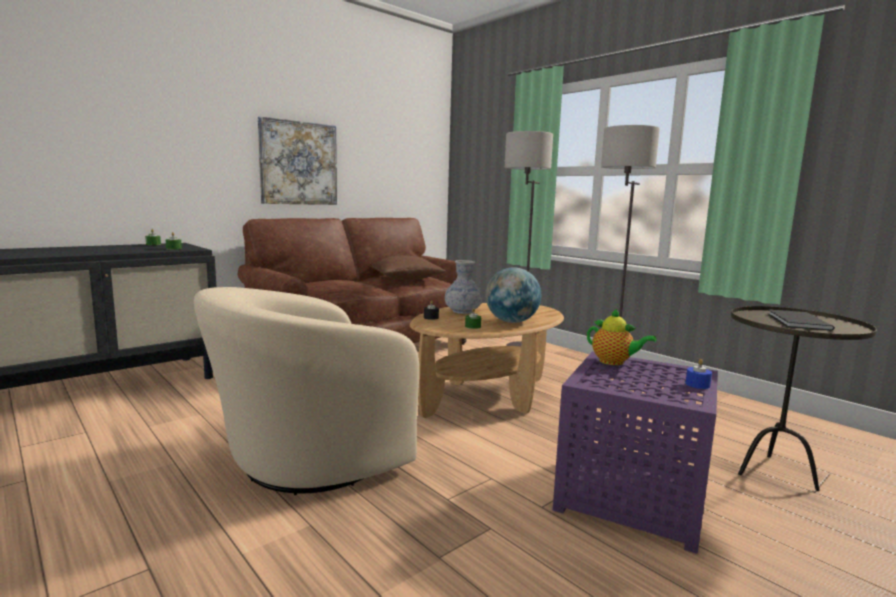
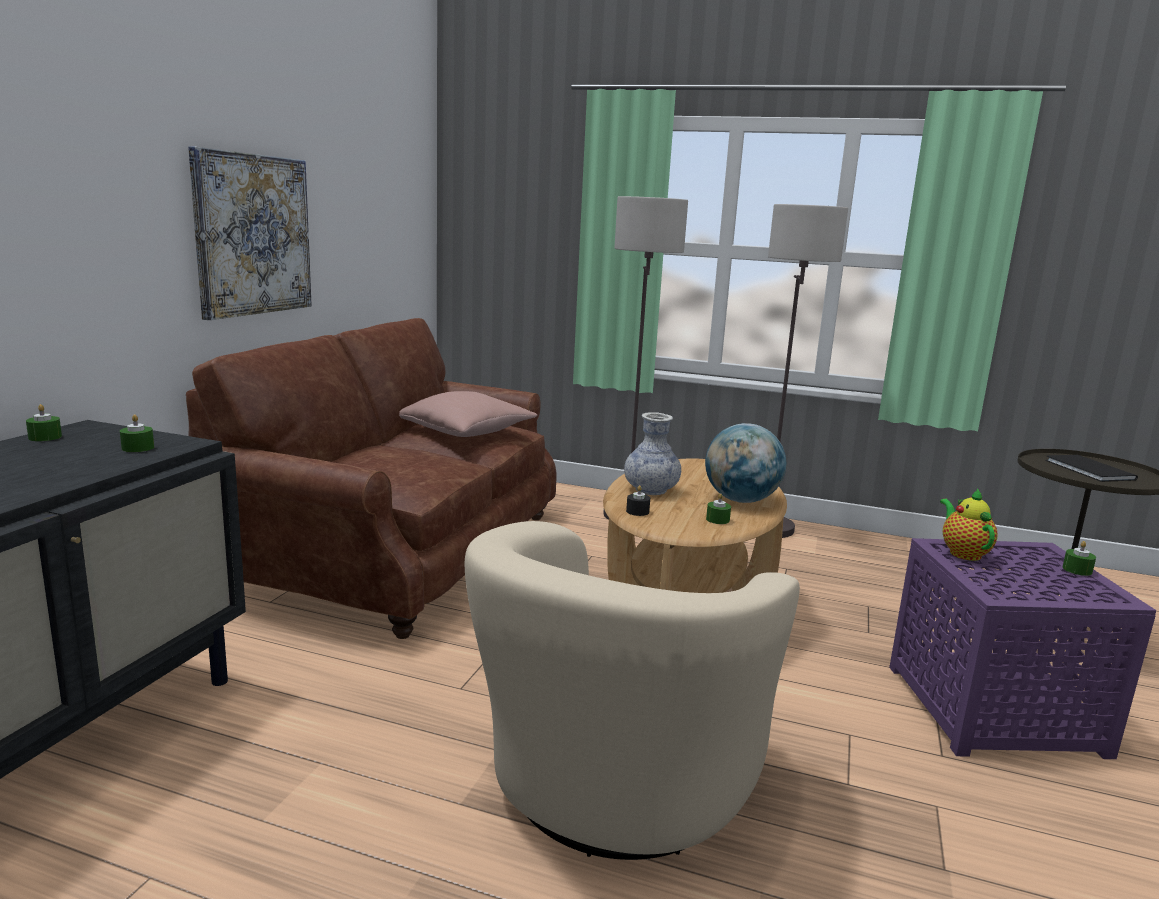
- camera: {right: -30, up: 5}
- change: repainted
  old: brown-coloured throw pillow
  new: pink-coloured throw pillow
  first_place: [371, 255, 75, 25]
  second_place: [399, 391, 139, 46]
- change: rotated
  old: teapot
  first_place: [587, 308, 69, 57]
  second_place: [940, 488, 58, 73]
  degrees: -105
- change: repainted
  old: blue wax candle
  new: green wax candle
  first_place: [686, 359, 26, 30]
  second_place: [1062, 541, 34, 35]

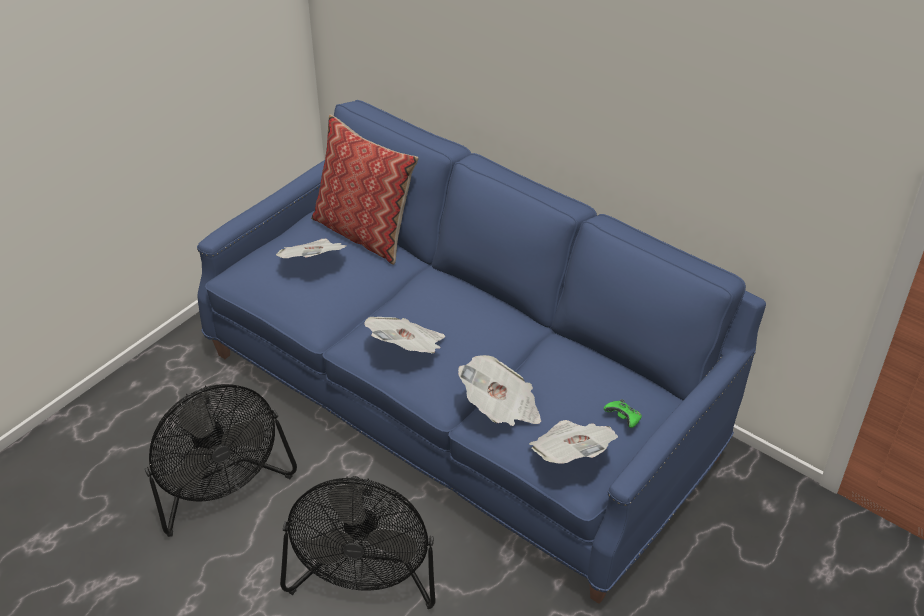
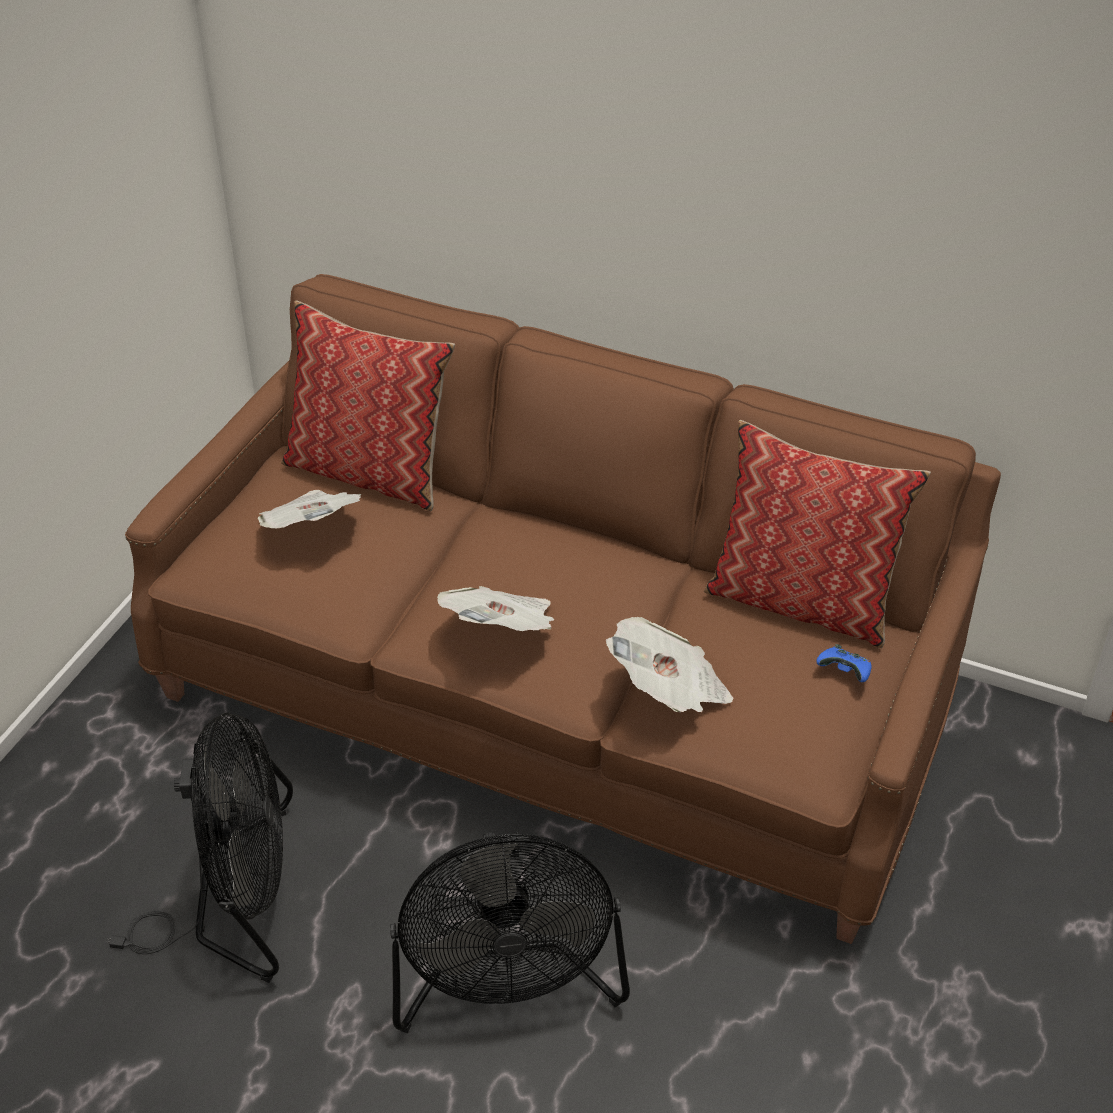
- camera: {right: -15, up: 0}
- change: repainted
  old: blue sofa
  new: brown-coloured sofa
  first_place: [197, 100, 569, 504]
  second_place: [125, 274, 876, 670]
- change: rotated
  old: blackish cooling fan
  first_place: [145, 384, 152, 153]
  second_place: [106, 712, 187, 271]
  degrees: -45
- change: repainted
  old: green game controller
  new: blue game controller
  first_place: [604, 399, 38, 29]
  second_place: [816, 644, 55, 38]
- change: gone
  old: newspaper
  first_place: [529, 420, 89, 44]
- change: new
  new: throw pillow
  second_place: [704, 420, 227, 228]

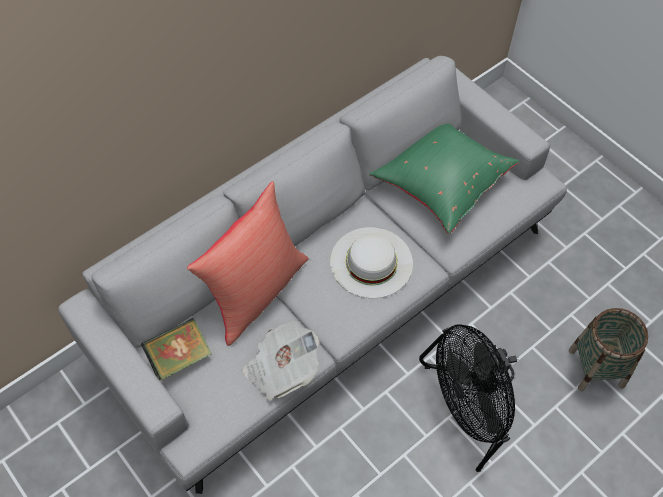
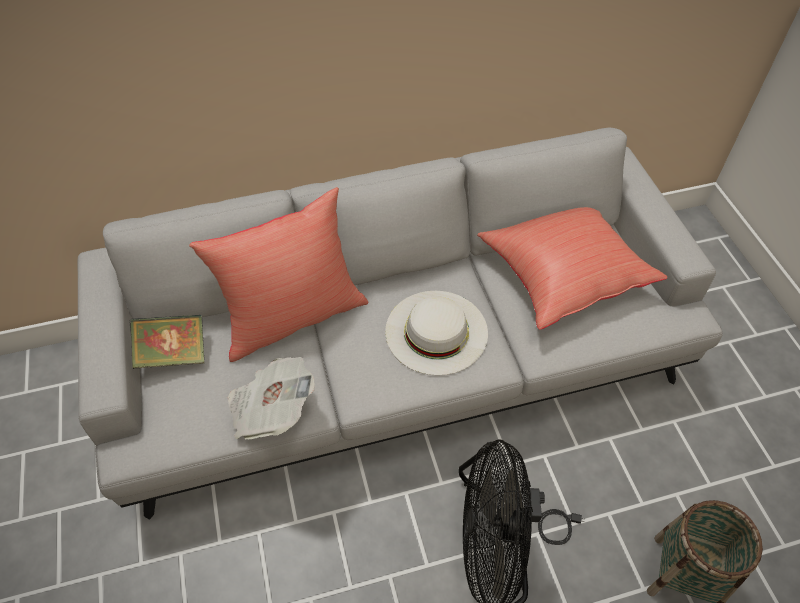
- camera: {right: 25, up: -5}
- change: repainted
  old: green throw pillow
  new: red-coloured throw pillow
  first_place: [369, 124, 150, 110]
  second_place: [477, 207, 190, 123]

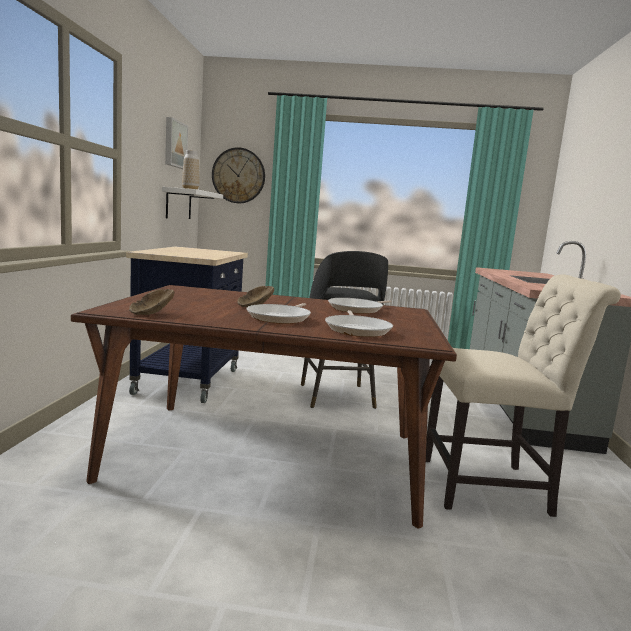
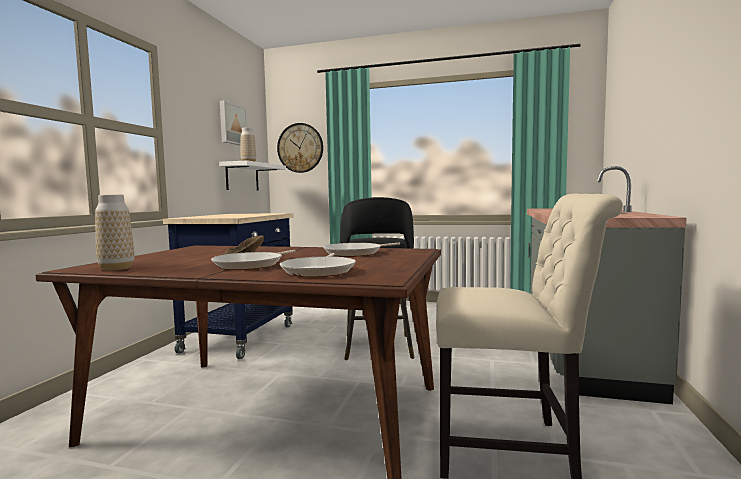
- camera: {right: 10, up: -5}
- change: swapped
  old: brown-coloured deep dish
  new: decorative vase
  first_place: [129, 289, 46, 26]
  second_place: [95, 195, 40, 76]

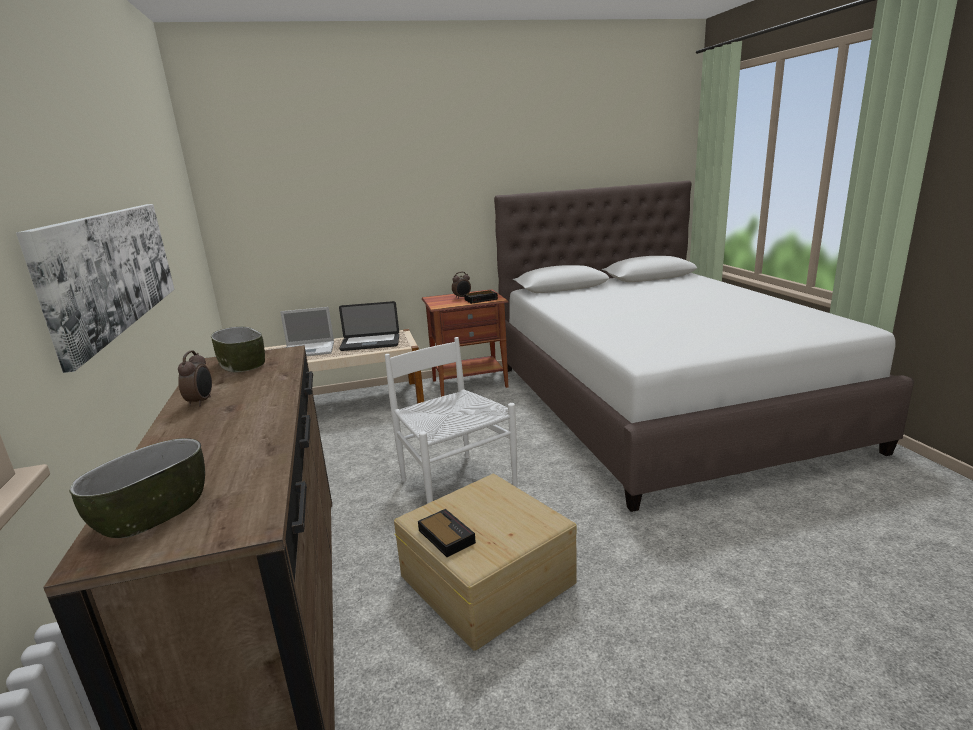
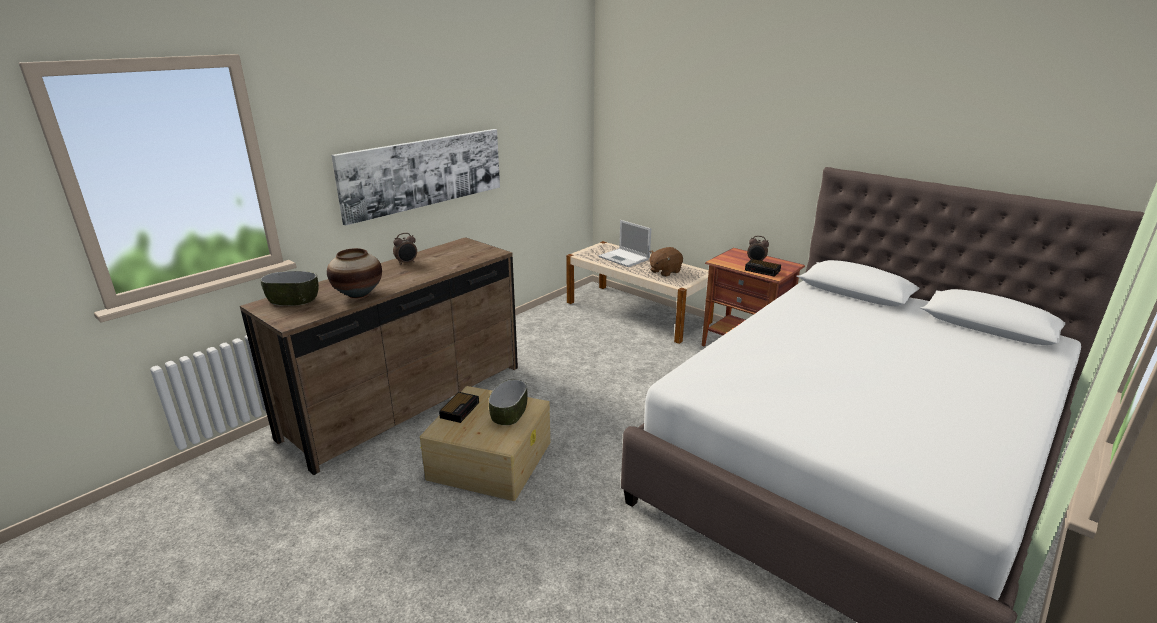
- camera: {right: 55, up: 5}
- change: swapped
  old: portable computer
  new: brown-coloured cuddly toy
  first_place: [339, 301, 60, 50]
  second_place: [650, 247, 33, 30]
- change: shifted
  old: deep dish
  first_place: [211, 327, 54, 45]
  second_place: [489, 379, 39, 46]
- change: gone
  old: white-coloured upright chair
  first_place: [385, 337, 132, 167]
- change: new
  new: decorative vase
  second_place: [327, 248, 55, 50]

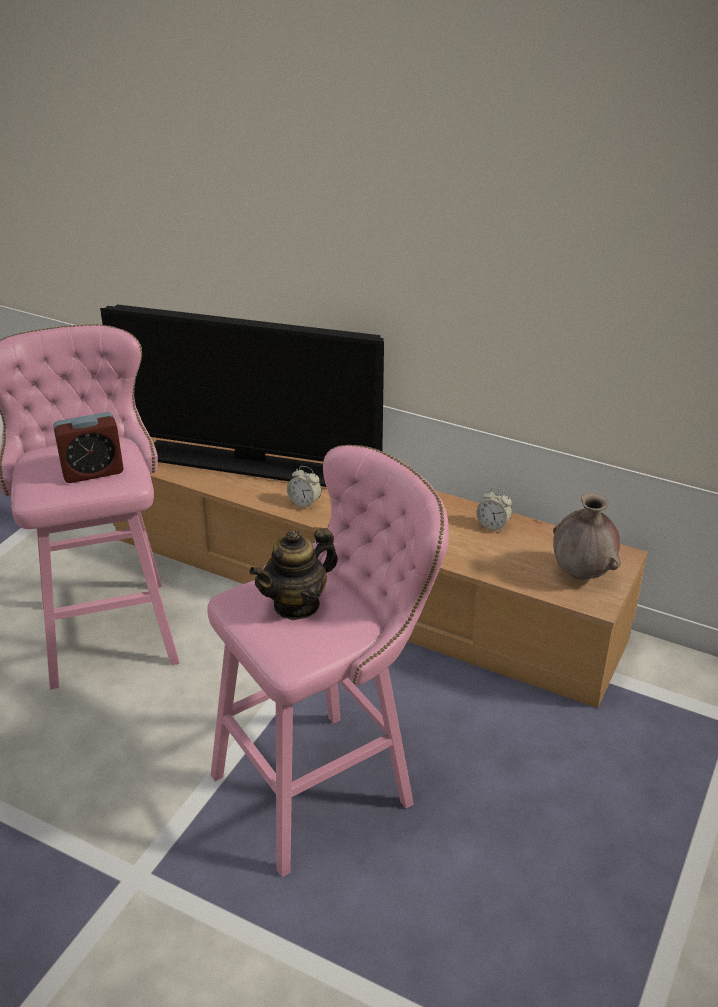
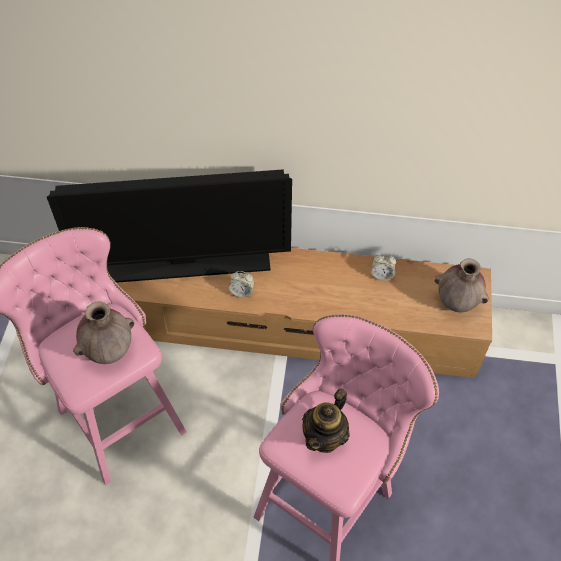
- camera: {right: -20, up: 20}
- change: swapped
  old: alarm clock
  new: brown-coloured decorative vase
  first_place: [53, 412, 71, 71]
  second_place: [73, 302, 62, 62]

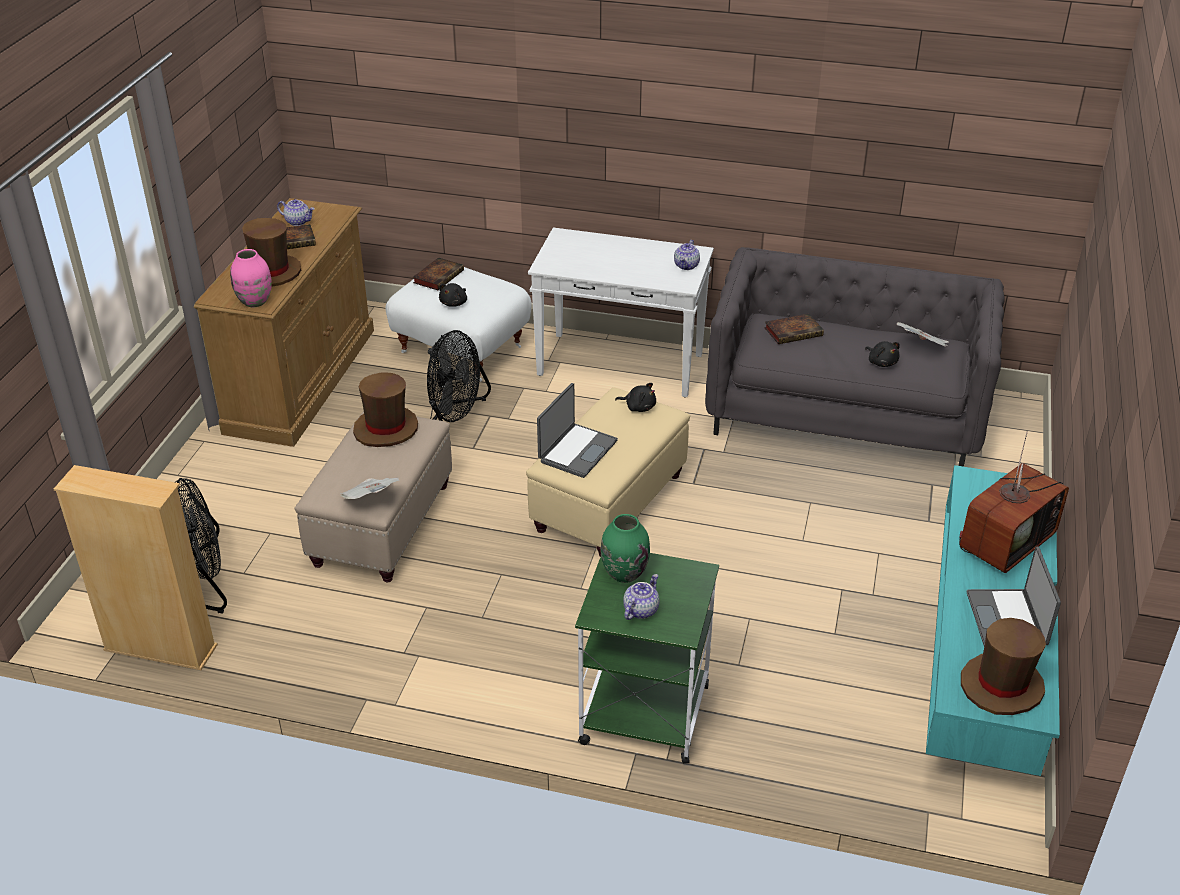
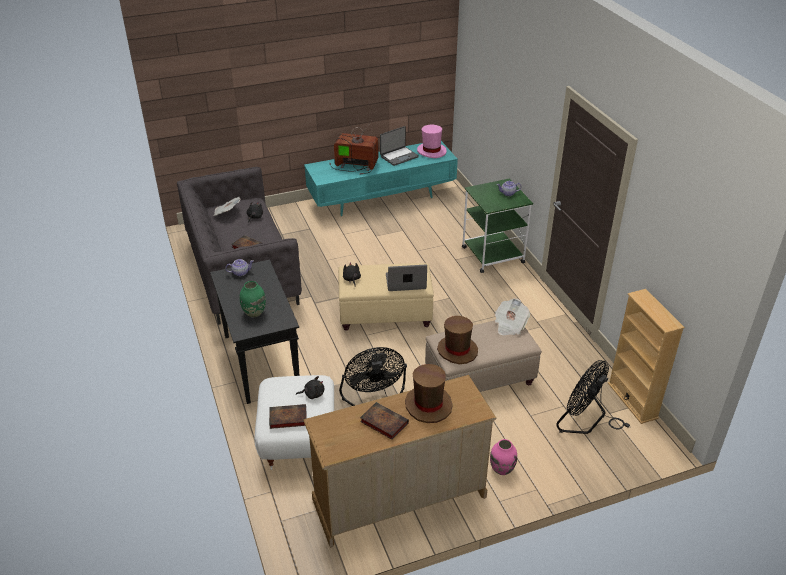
- camera: {right: -125, up: 0}
- change: gone
  old: teapot
  first_place: [277, 199, 37, 27]
- change: repainted
  old: white-coloured hall table
  new: blackish hall table
  first_place: [528, 228, 186, 170]
  second_place: [210, 260, 90, 144]
- change: shifted
  old: pink-coloured decorative vase
  first_place: [230, 249, 42, 58]
  second_place: [490, 439, 27, 36]
- change: shifted
  old: green decorative vase
  first_place: [601, 514, 49, 69]
  second_place: [240, 281, 26, 36]
- change: repainted
  old: brown-coloured wearable hat
  new: pink-coloured wearable hat
  first_place: [961, 618, 85, 97]
  second_place: [417, 125, 30, 33]

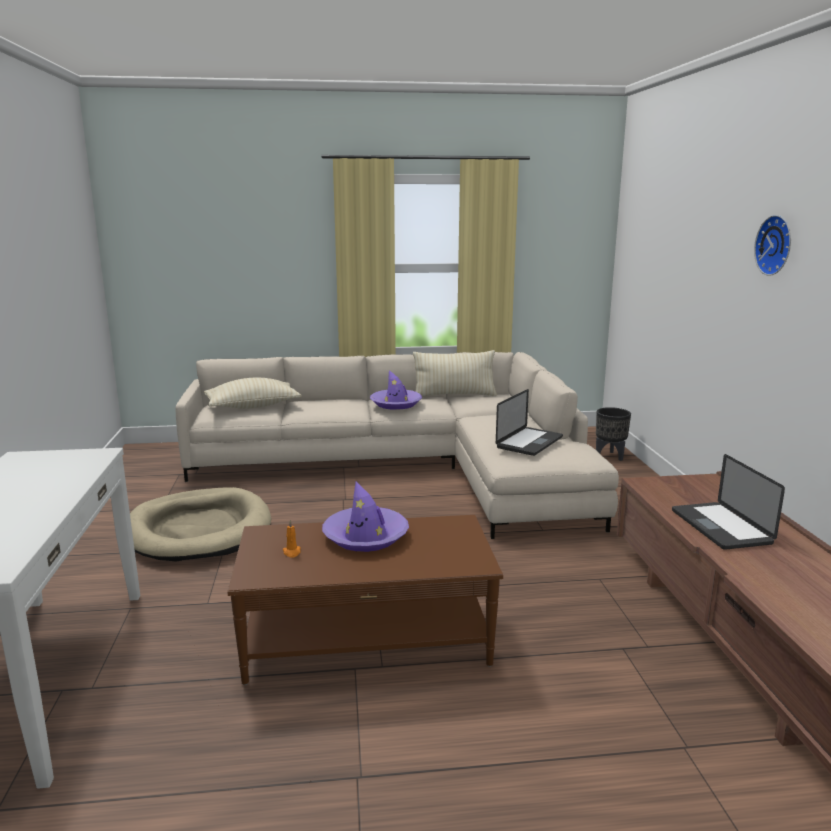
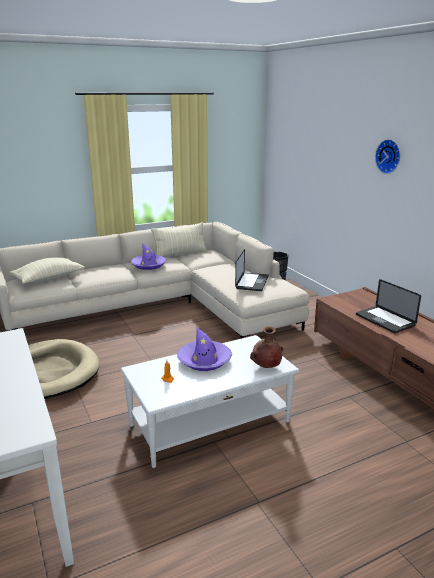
- camera: {right: -20, up: 5}
- change: repainted
  old: brown-coloured coffee table
  new: white-coloured coffee table
  first_place: [228, 515, 275, 170]
  second_place: [121, 335, 178, 133]
- change: new
  new: brown-coloured decorative vase
  second_place: [250, 326, 33, 42]

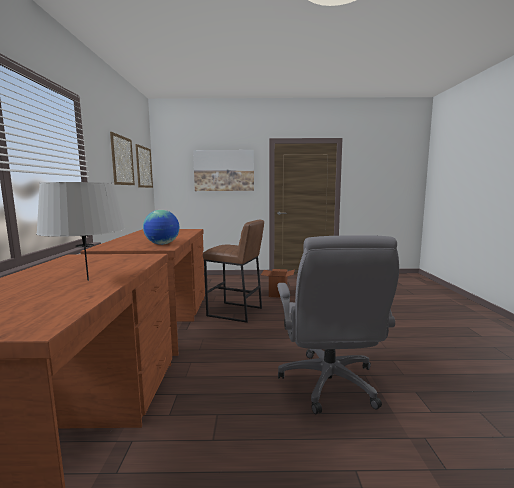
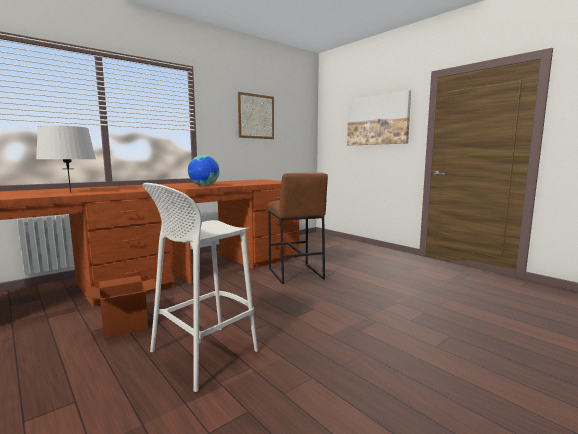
- camera: {right: 50, up: 0}
- change: gone
  old: picture
  first_place: [135, 144, 18, 44]
- change: swapped
  old: greyish office chair
  new: white-coloured stool seat
  first_place: [277, 235, 122, 179]
  second_place: [142, 183, 116, 209]
- change: shifted
  old: cardboard box
  first_place: [261, 269, 34, 29]
  second_place: [86, 276, 70, 63]

